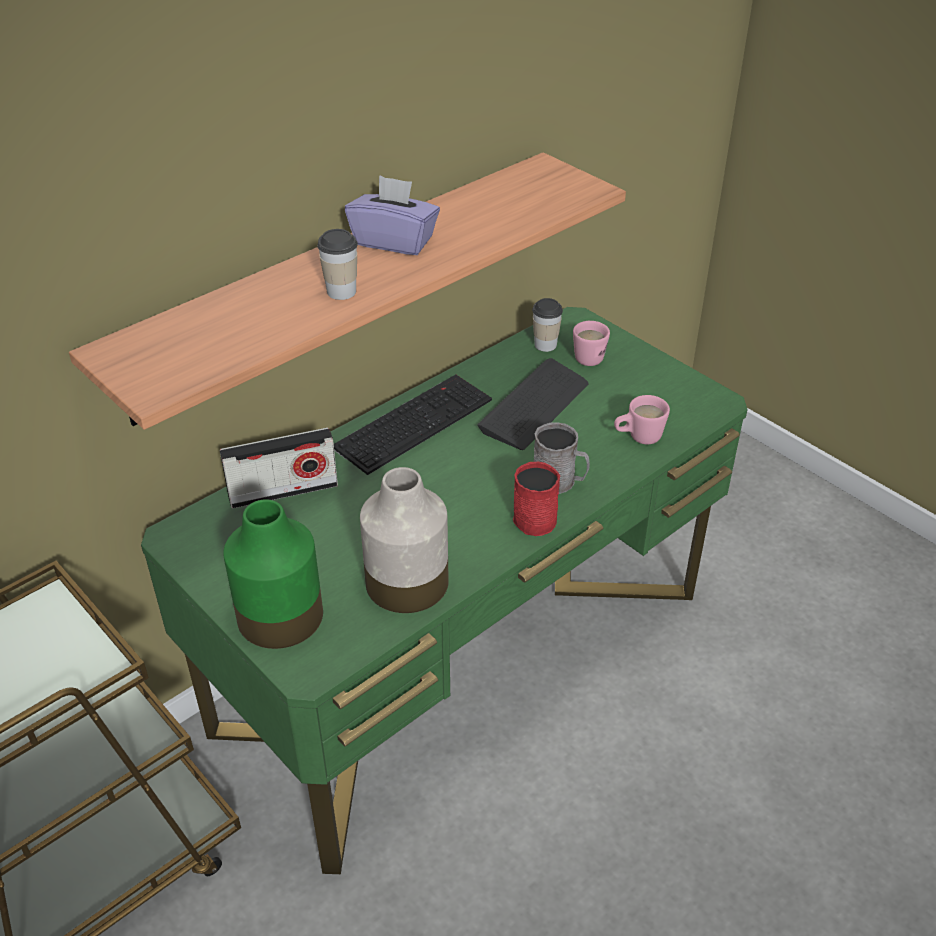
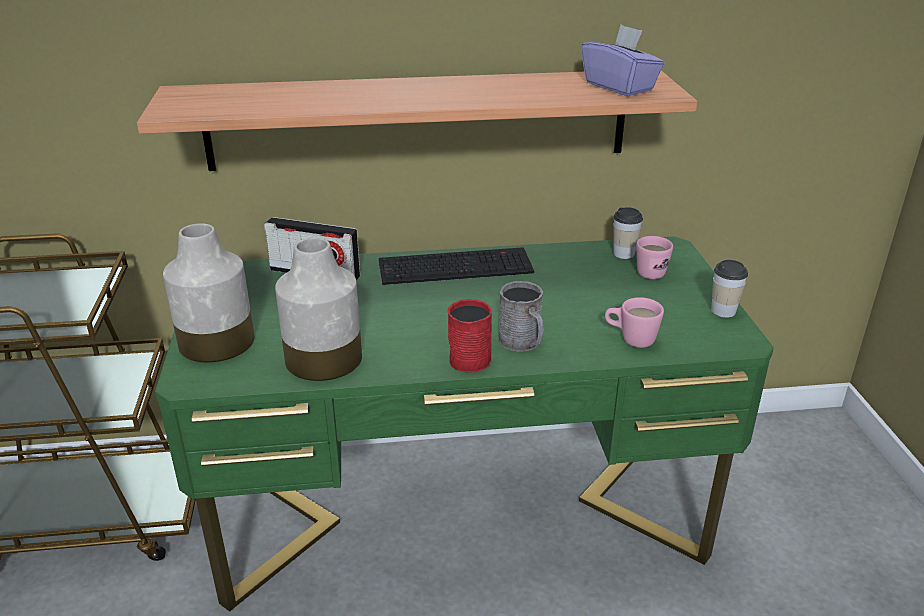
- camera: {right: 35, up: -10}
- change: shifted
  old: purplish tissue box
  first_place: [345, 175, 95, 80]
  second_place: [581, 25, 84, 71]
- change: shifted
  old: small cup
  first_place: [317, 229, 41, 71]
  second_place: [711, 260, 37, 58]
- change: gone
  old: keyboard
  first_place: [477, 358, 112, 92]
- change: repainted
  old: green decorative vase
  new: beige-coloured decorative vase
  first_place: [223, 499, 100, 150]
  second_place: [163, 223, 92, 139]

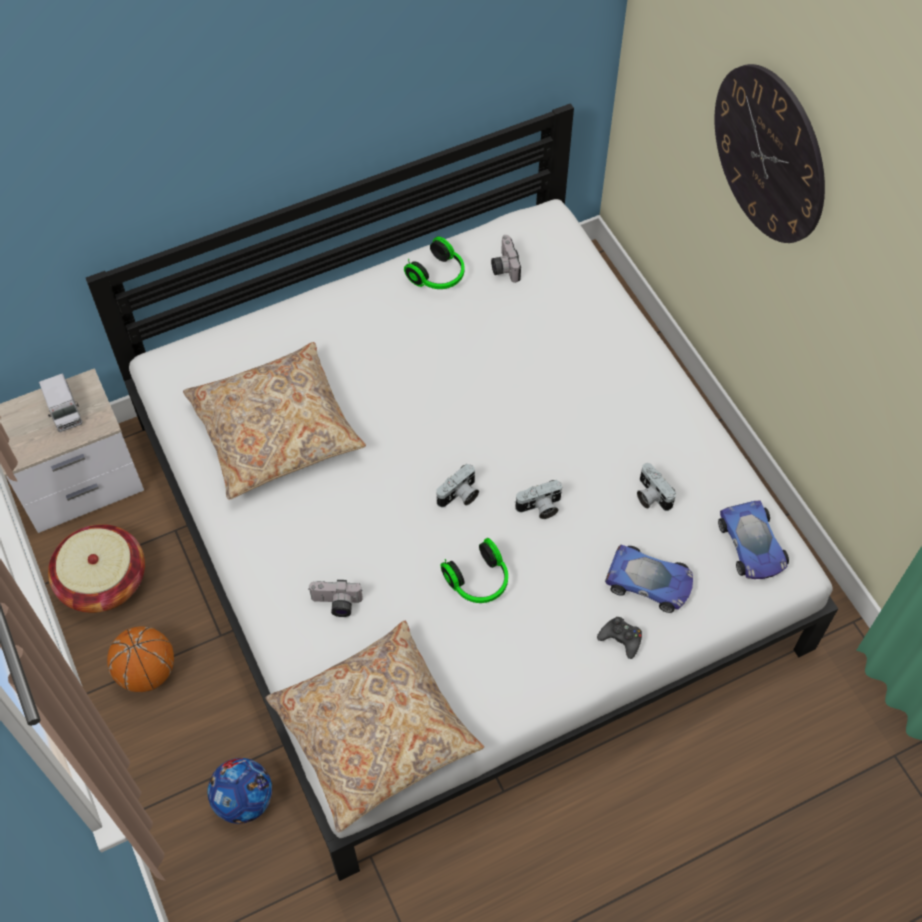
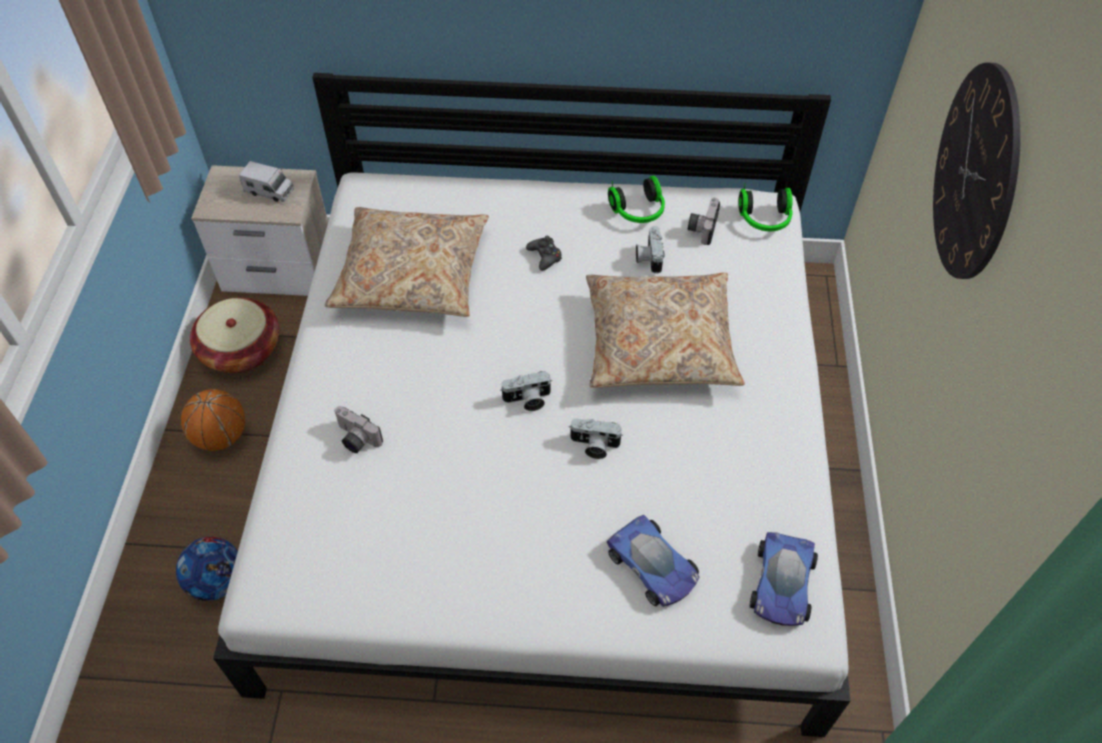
- camera: {right: 30, up: -5}
- change: rotated
  old: model truck
  first_place: [39, 374, 43, 58]
  second_place: [239, 161, 55, 41]
  degrees: -75
- change: shifted
  old: still camera
  first_place: [637, 463, 39, 48]
  second_place: [636, 226, 28, 48]
- change: shifted
  old: pair of headphones
  first_place: [440, 538, 68, 65]
  second_place: [739, 183, 54, 48]
- change: shifted
  old: blackish game controller
  first_place: [597, 617, 45, 42]
  second_place: [526, 236, 36, 35]
- change: shifted
  old: beige-coloured throw pillow
  first_place: [266, 620, 218, 212]
  second_place: [586, 272, 159, 116]

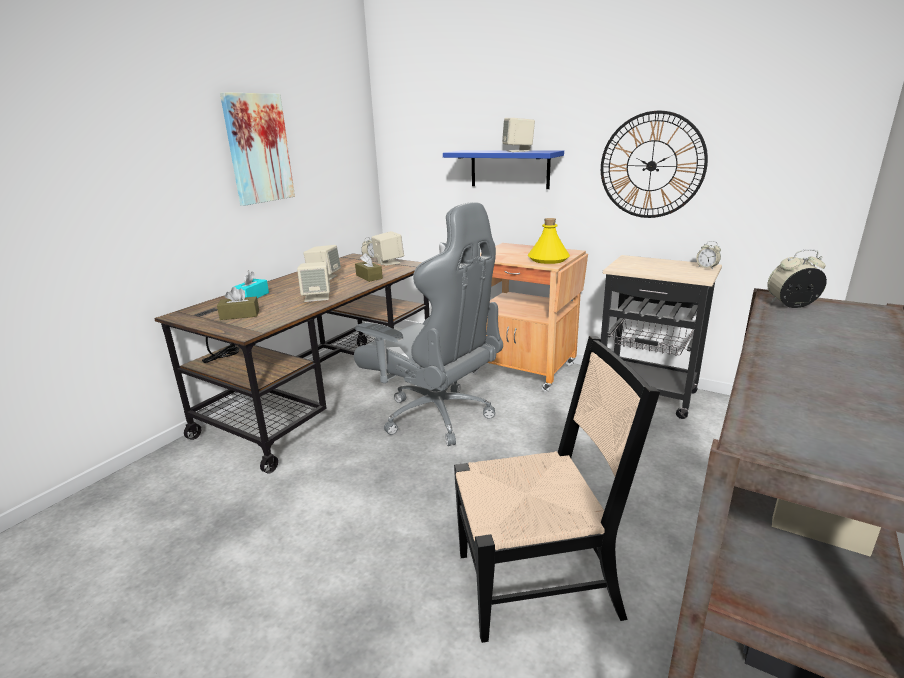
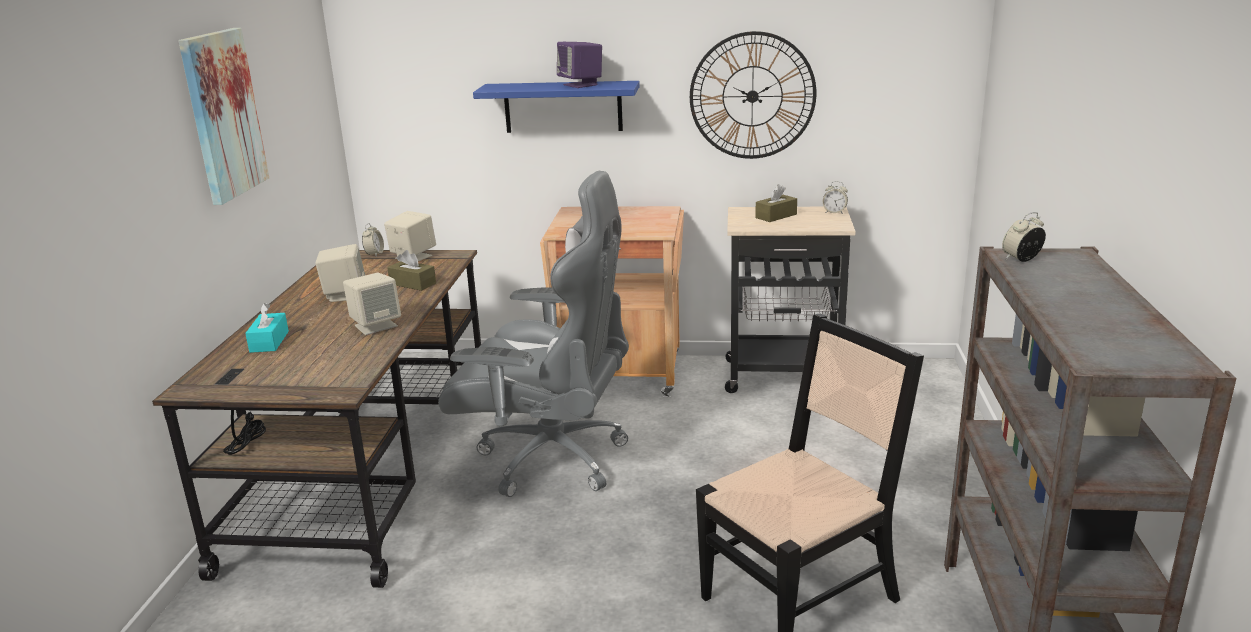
- camera: {right: -25, up: 0}
- change: repainted
  old: beige-coloured speaker
  new: purplish speaker
  first_place: [502, 118, 33, 34]
  second_place: [557, 42, 45, 46]
- change: gone
  old: yellow-coloured drink bottle
  first_place: [528, 218, 42, 46]
- change: shifted
  old: brown-coloured tissue box
  first_place: [217, 287, 42, 33]
  second_place: [755, 184, 42, 38]

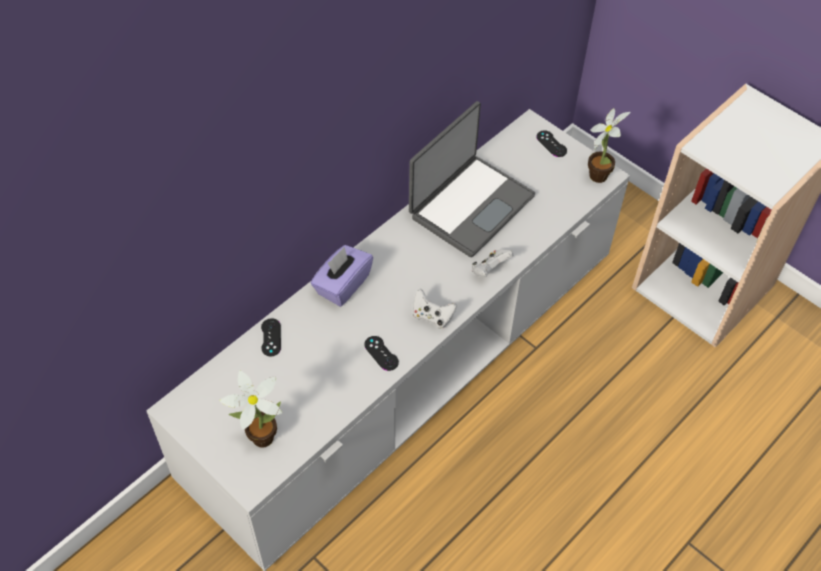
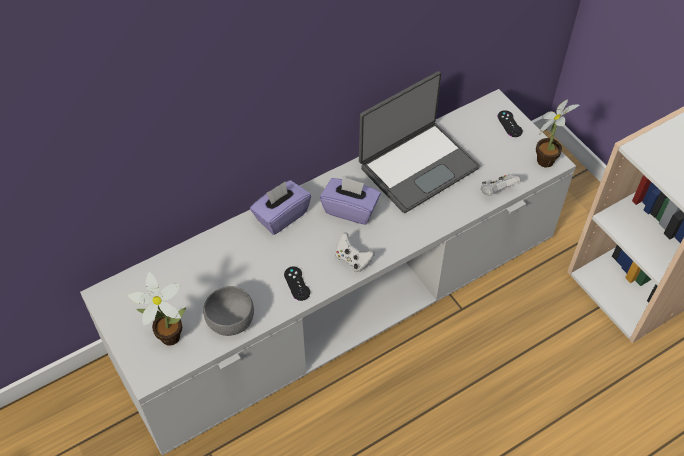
- camera: {right: 15, up: 0}
- change: shifted
  old: white-coloured game controller
  first_place: [472, 249, 41, 28]
  second_place: [481, 175, 40, 20]
- change: gone
  old: blackish game controller
  first_place: [261, 318, 20, 38]
- change: new
  new: purplish tissue box
  second_place: [320, 176, 61, 49]
- change: new
  new: greyish deep dish
  second_place: [203, 286, 51, 50]

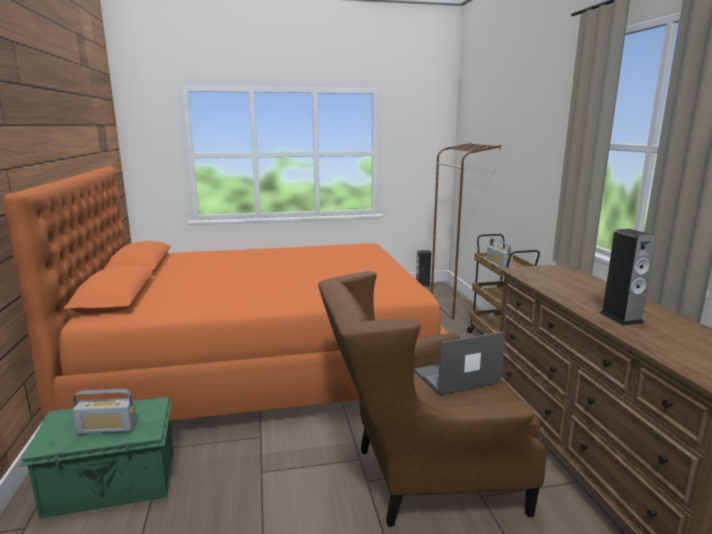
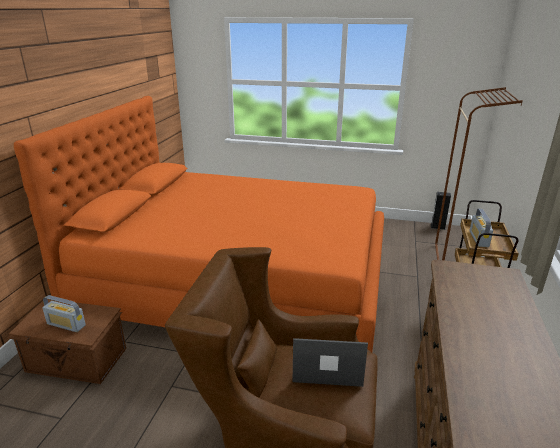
- camera: {right: 25, up: 10}
- change: gone
  old: speaker
  first_place: [600, 229, 56, 97]
- change: repainted
  old: green storage bin
  new: brown-coloured storage bin
  first_place: [19, 397, 155, 122]
  second_place: [7, 299, 119, 85]

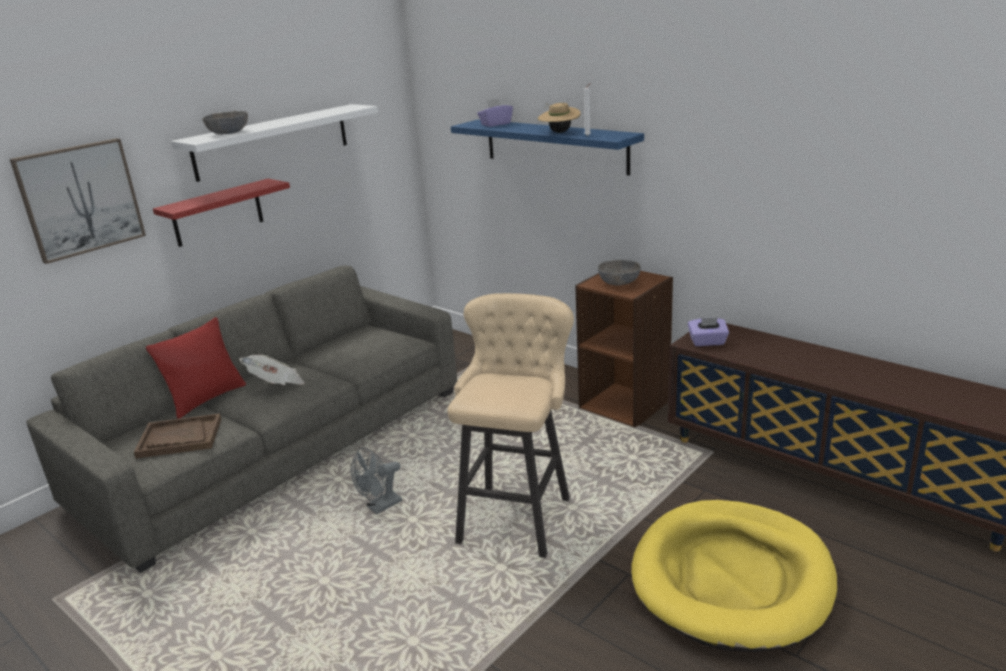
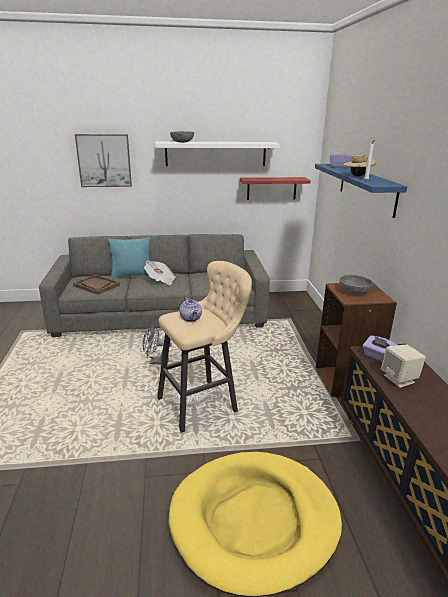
- camera: {right: 40, up: 0}
- change: shifted
  old: red-coloured wall shelf
  first_place: [153, 179, 137, 68]
  second_place: [240, 177, 71, 23]
- change: repainted
  old: red-coloured throw pillow
  new: blue-green throw pillow
  first_place: [146, 317, 100, 102]
  second_place: [108, 237, 42, 42]
- change: new
  new: teapot
  second_place: [180, 297, 22, 25]
- change: new
  new: beige-coloured speaker
  second_place: [381, 344, 45, 44]

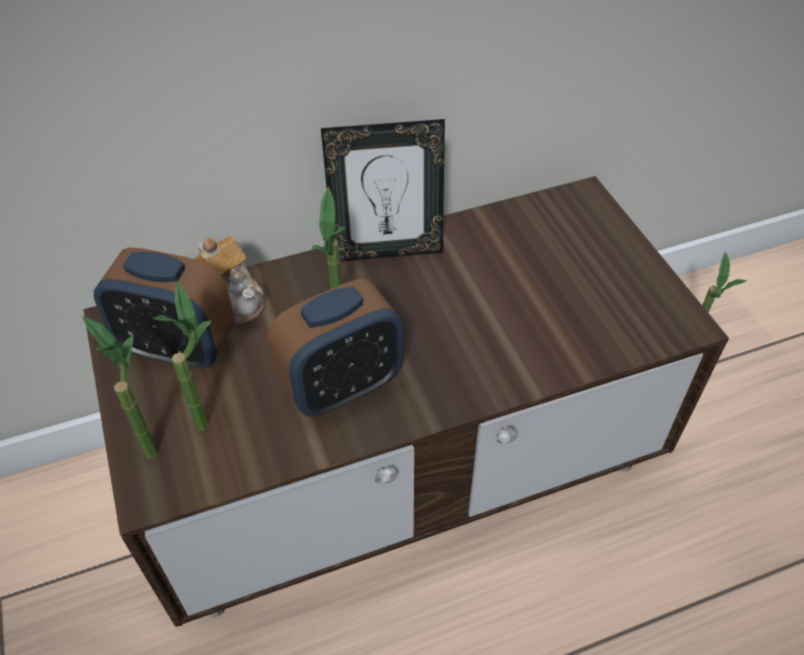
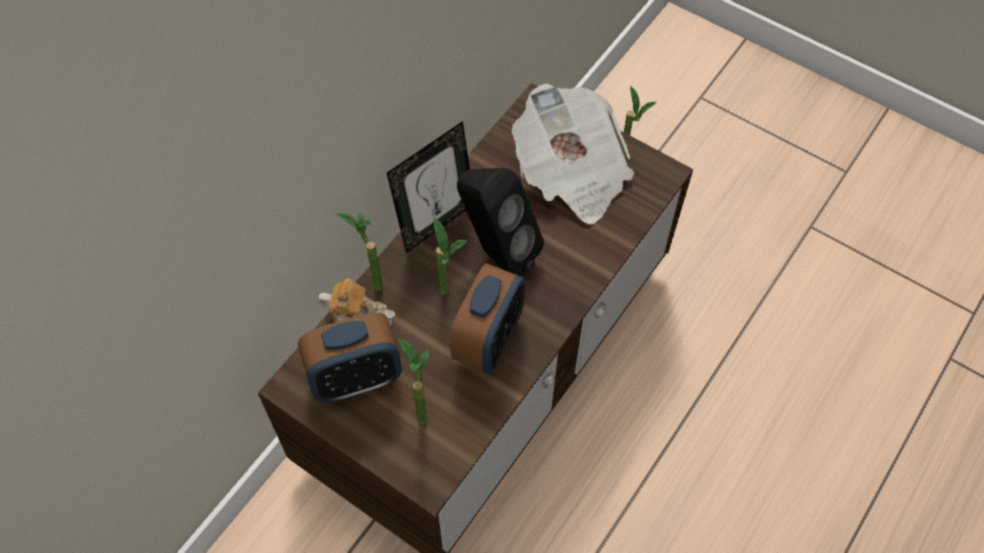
- camera: {right: -35, up: 10}
- change: shifted
  old: plant in a pot
  first_place: [82, 316, 75, 143]
  second_place: [336, 212, 47, 79]
- change: new
  new: newspaper
  second_place: [512, 83, 122, 141]
- change: new
  new: blackish speaker
  second_place: [457, 168, 87, 108]

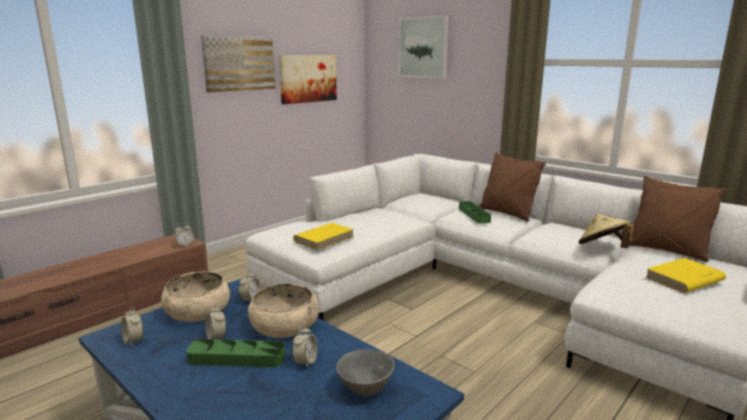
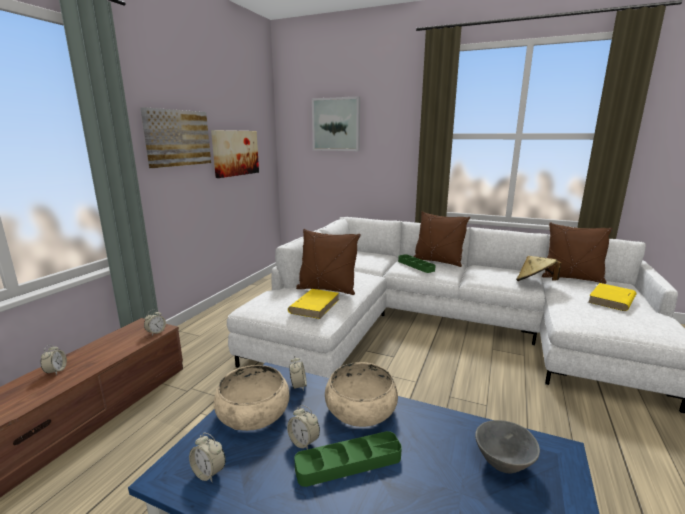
- camera: {right: -20, up: 0}
- change: shifted
  old: alarm clock
  first_place: [292, 325, 25, 43]
  second_place: [40, 345, 27, 30]
- change: new
  new: brown-coloured throw pillow
  second_place: [296, 229, 64, 66]

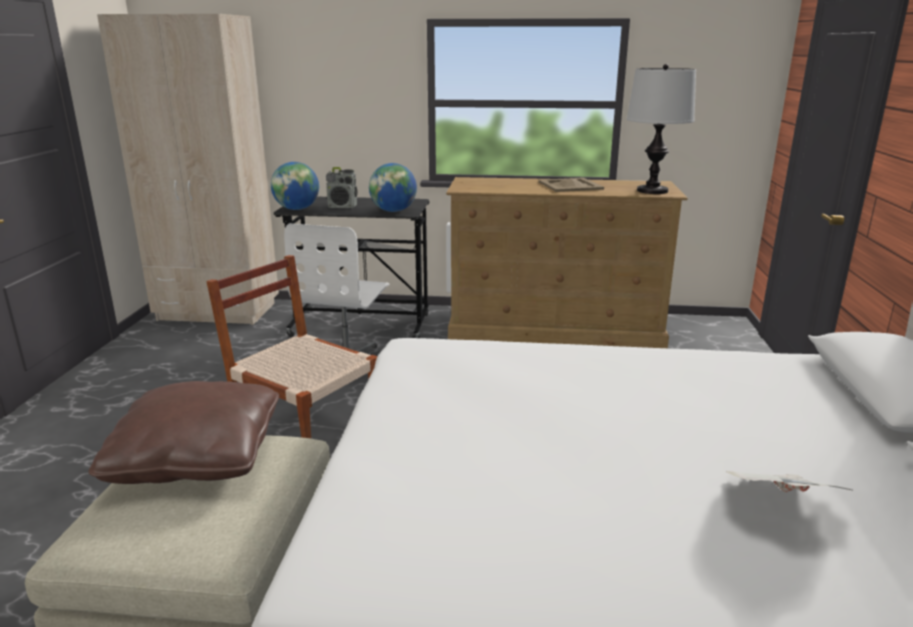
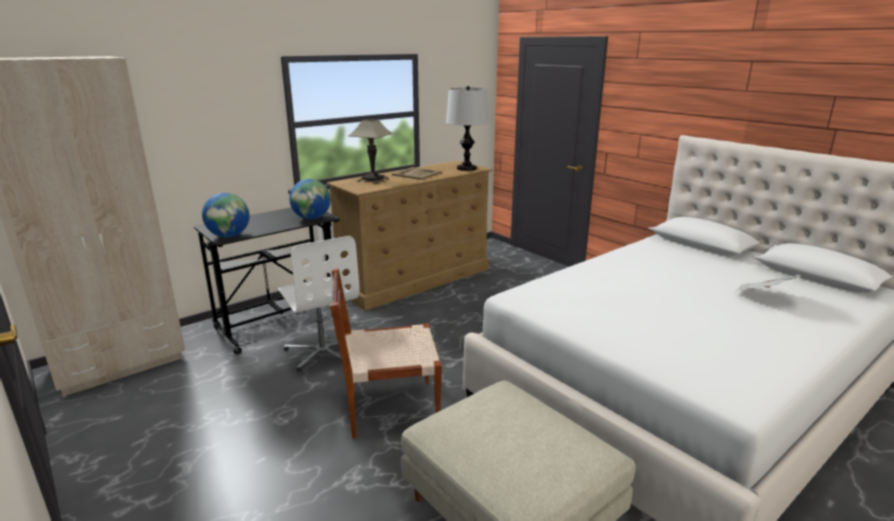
- camera: {right: -45, up: 0}
- change: gone
  old: radio receiver
  first_place: [326, 167, 32, 41]
- change: gone
  old: brown-coloured throw pillow
  first_place: [89, 381, 190, 103]
- change: new
  new: table lamp
  second_place: [348, 119, 45, 65]

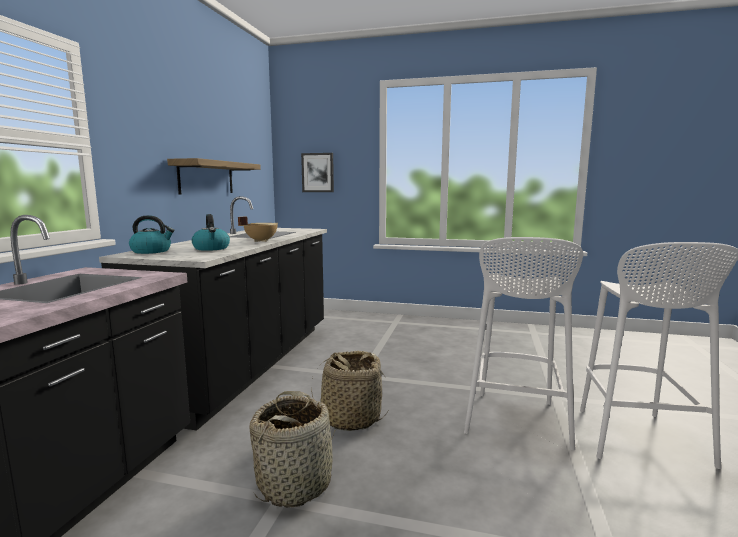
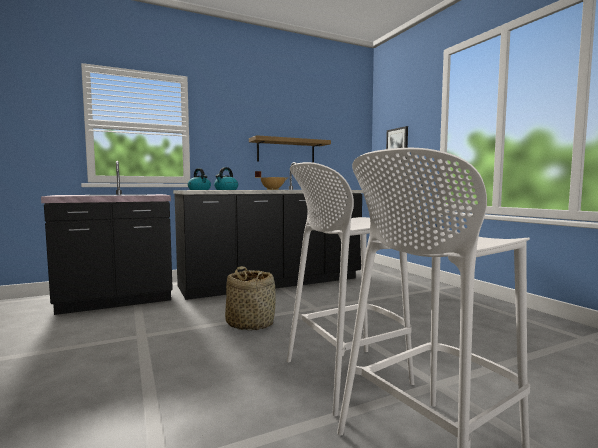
- camera: {right: 50, up: -5}
- change: gone
  old: household basket
  first_place: [249, 391, 86, 117]

